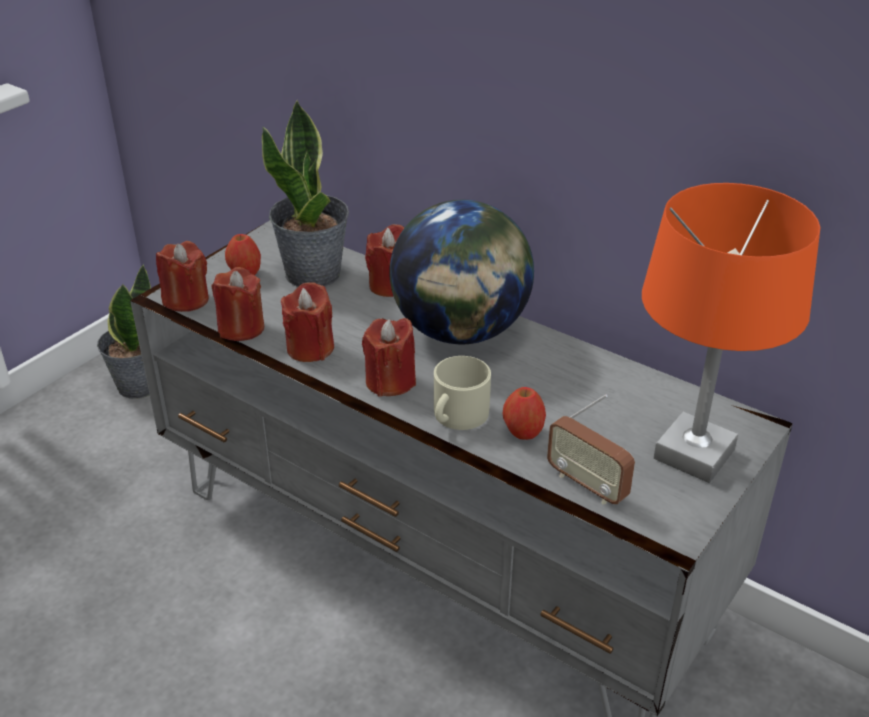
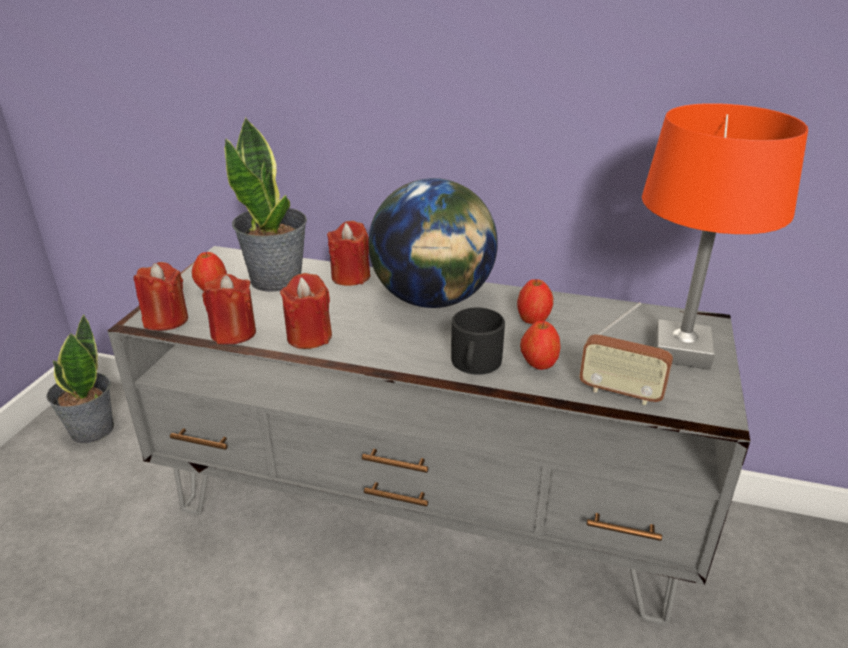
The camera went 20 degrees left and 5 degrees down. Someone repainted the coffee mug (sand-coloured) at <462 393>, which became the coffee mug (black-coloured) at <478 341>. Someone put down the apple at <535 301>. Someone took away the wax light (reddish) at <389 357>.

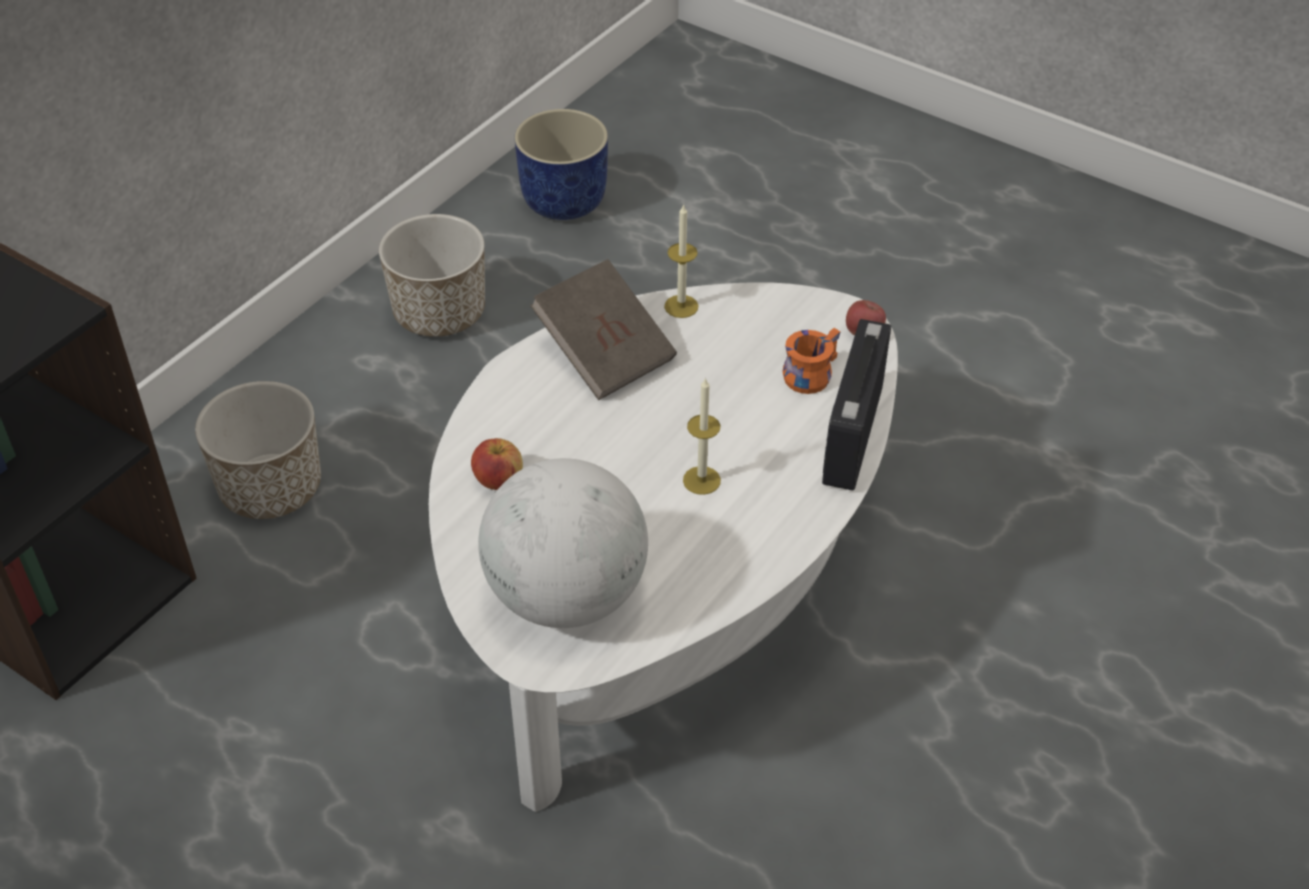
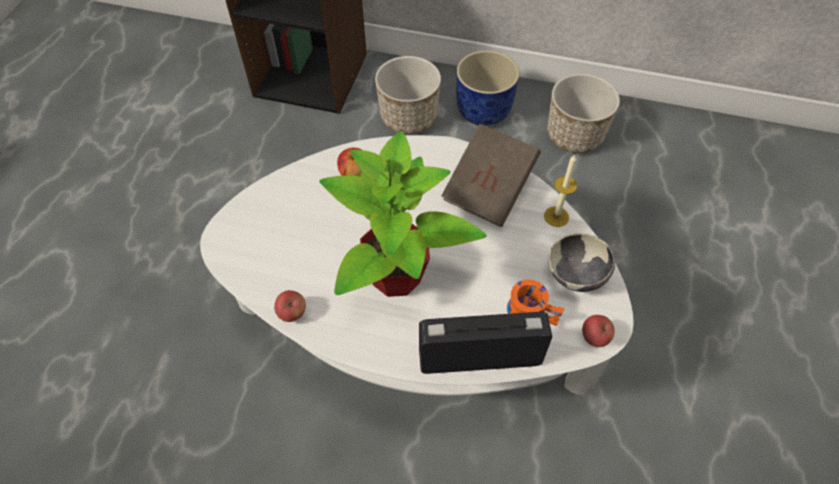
The camera went 70 degrees right and 10 degrees up. Someone put down the apple at <290 306>. Someone swapped the wax light at <702 436> for the plant in a pot at <403 214>. Someone carried the planter (blue-coloured) from <561 164> to <487 88>. Someone put down the bowl at <581 262>. Someone took away the globe at <563 543>.

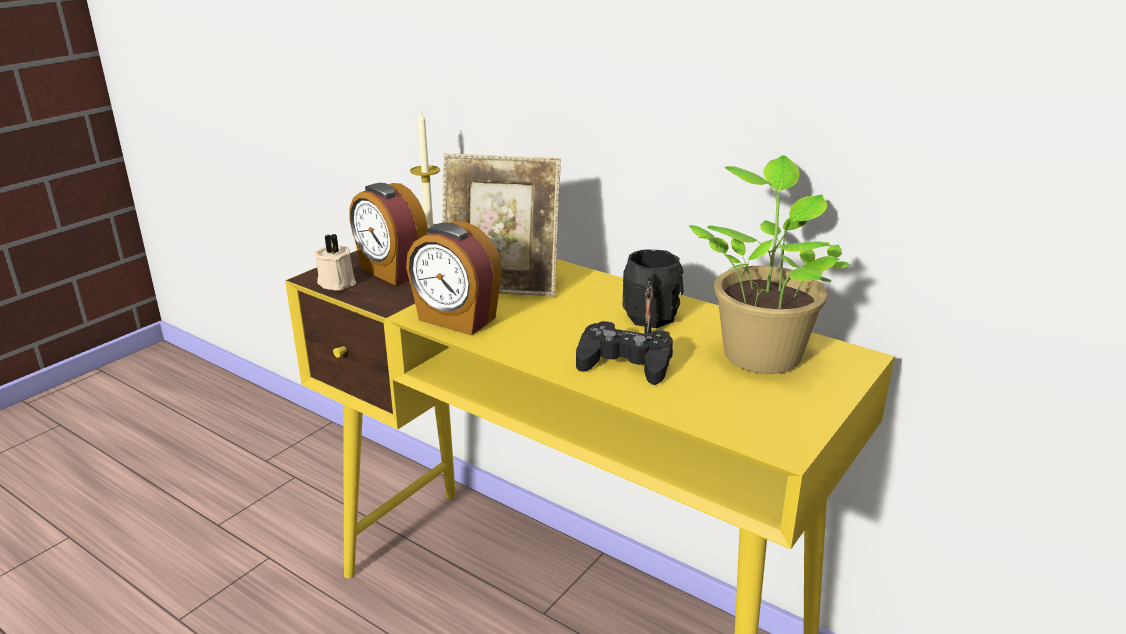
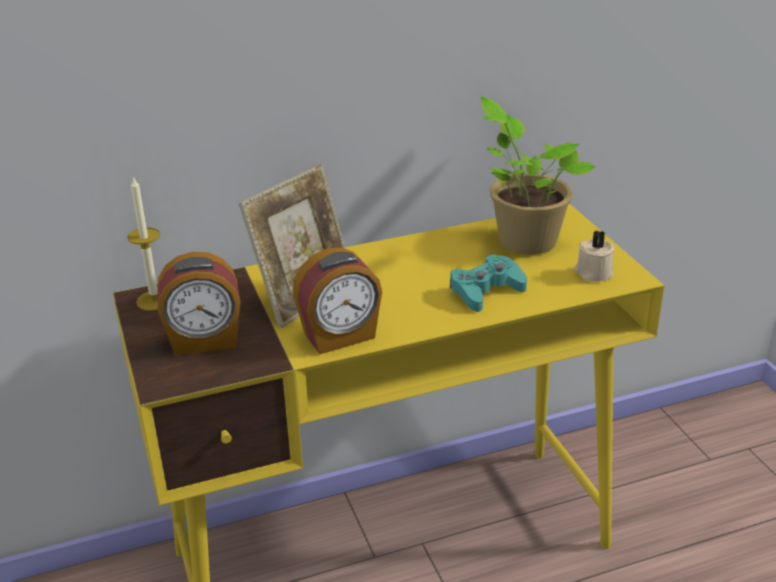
The camera went 55 degrees left and 5 degrees up. Someone repainted the joypad (black-coloured) at <624 353>, which became the joypad (turquoise) at <488 283>. Someone carried the wax light (sand-coloured) from <334 262> to <594 256>. Someone took away the coffee mug (black-coloured) at <653 291>.

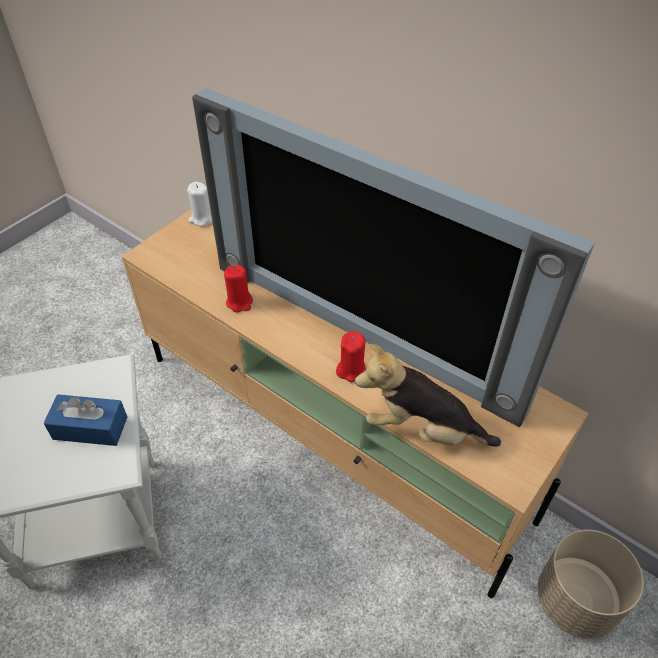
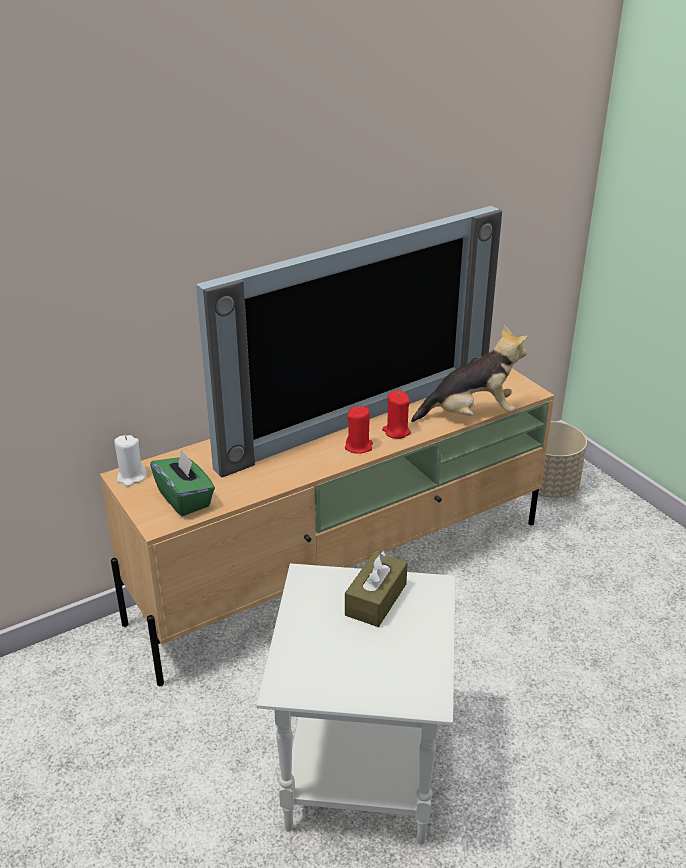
The camera went 70 degrees left and 15 degrees down. Someone put down the tissue box (greenish) at <182 482>. Someone carried the wax light (reddish) from <238 289> to <359 430>. Someone repainted the tissue box (blue-coloured) at <85 420>, which became the tissue box (brown) at <376 589>. Someone rotated the cuddly toy at <428 395> by 135 degrees counterclockwise.

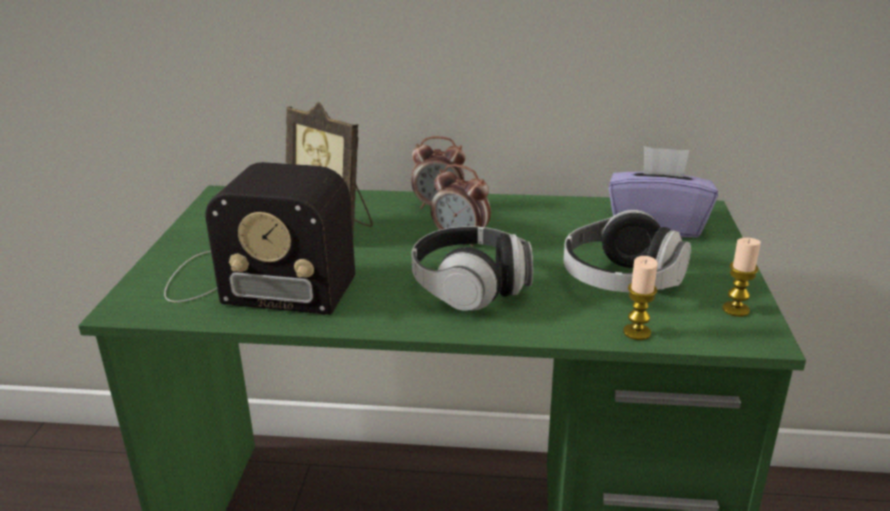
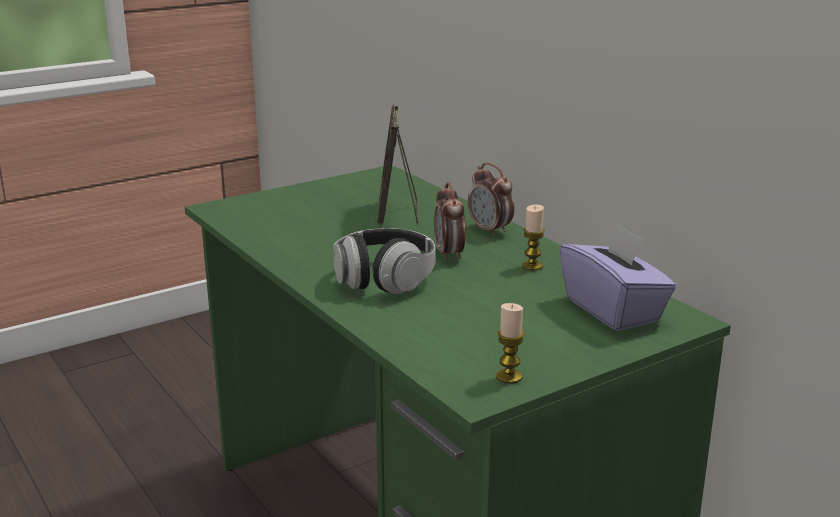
The camera went 50 degrees right and 5 degrees down. Someone carried the wax light from <640 298> to <533 237>. Someone took away the radio at <260 238>. Someone took away the pair of headphones at <627 251>.

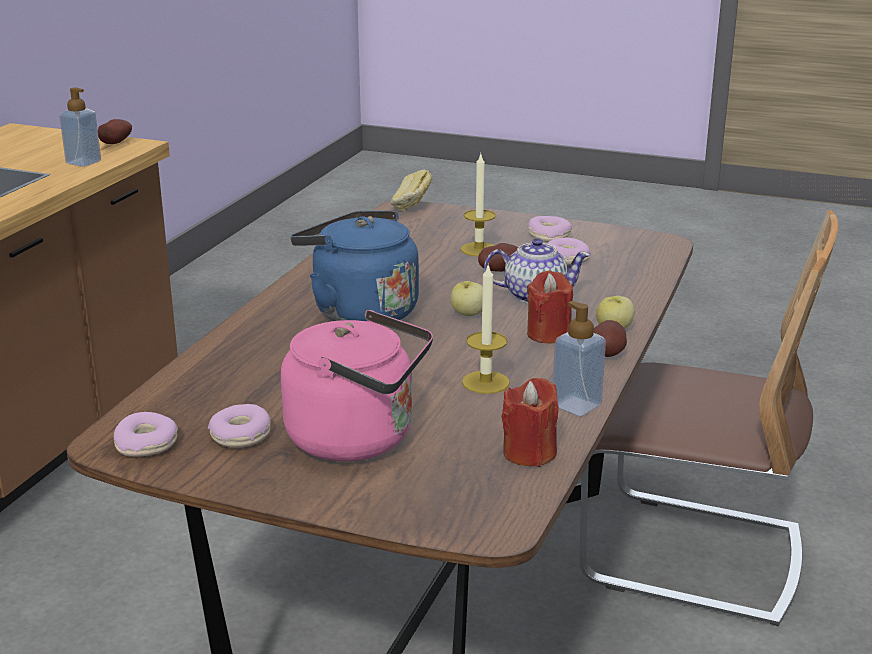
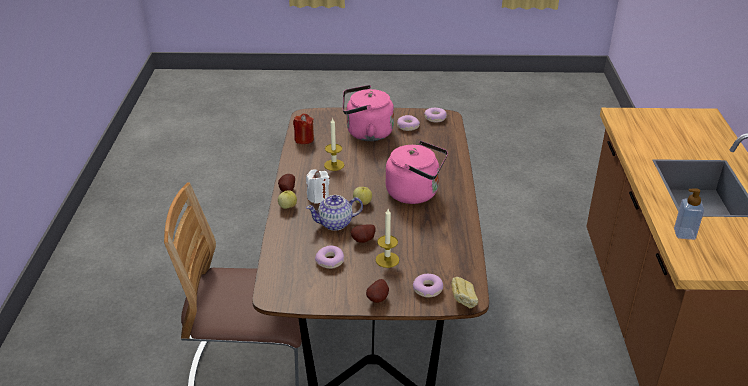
The camera went 160 degrees right and 10 degrees up. Someone repainted the wax light (reddish) at <550 307>, which became the wax light (white) at <318 186>. Someone carried the spud from <115 131> to <377 291>. Someone repainted the tea kettle (blue-coloured) at <355 266>, which became the tea kettle (pink-coloured) at <417 172>. Someone carried the donut from <549 229> to <428 286>. Someone took away the soap bottle at <579 358>.

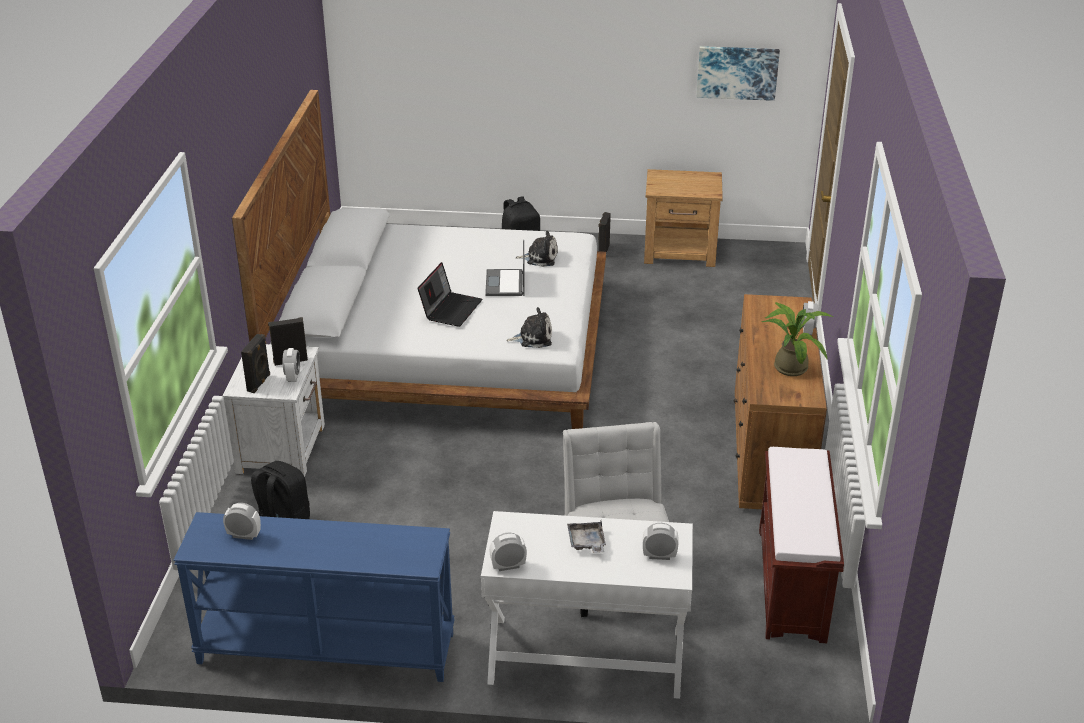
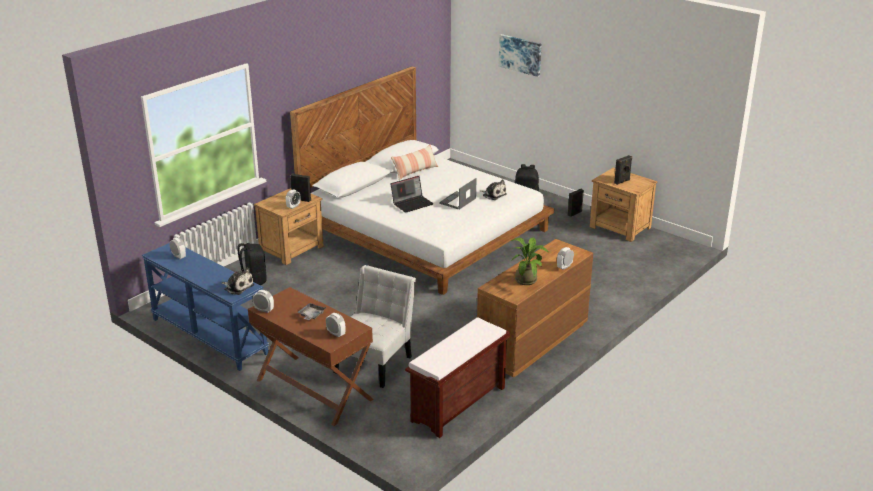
The camera went 35 degrees right and 5 degrees down. Someone carried the cuddly toy from <529 327> to <238 281>. Someone repainted the desk table (white) at <587 605>, which became the desk table (brown) at <310 356>. Someone repainted the bedside table (white) at <273 410>, which became the bedside table (brown) at <289 226>. Someone put down the throw pillow at <414 162>. Someone carried the picture from <738 73> to <520 55>. Someone carried the audio speaker (black-coloured) from <255 363> to <623 170>.

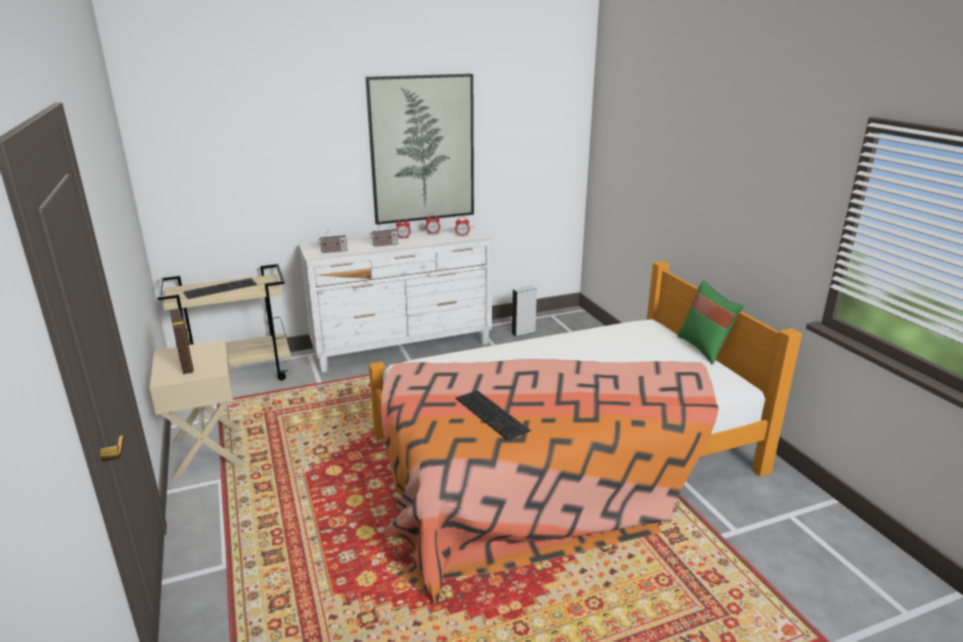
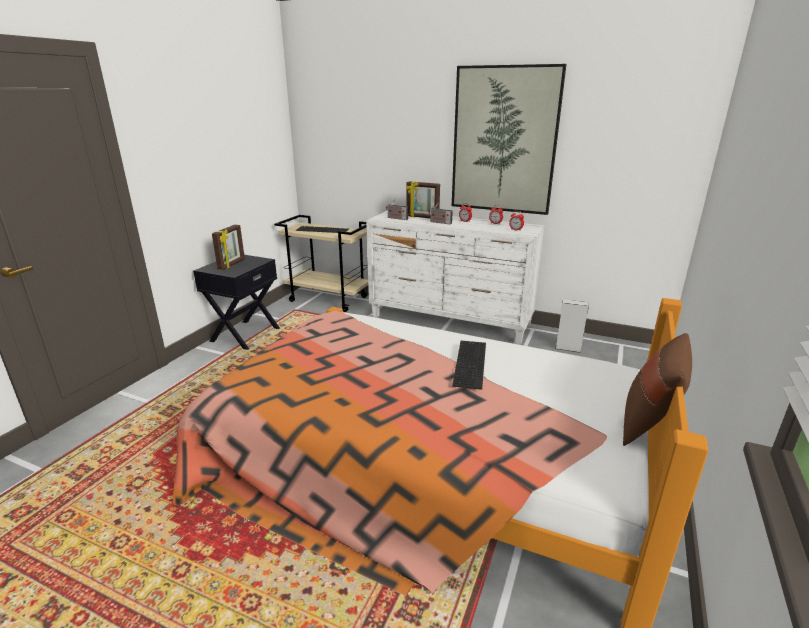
The camera went 45 degrees right and 0 degrees up. Someone repainted the bedside table (sand-coloured) at <196 409>, which became the bedside table (black-coloured) at <236 302>. Someone put down the standing frame at <423 199>. Someone carried the keyboard from <493 415> to <469 365>. Someone repainted the throw pillow (greenish) at <710 322>, which became the throw pillow (brown) at <657 389>.

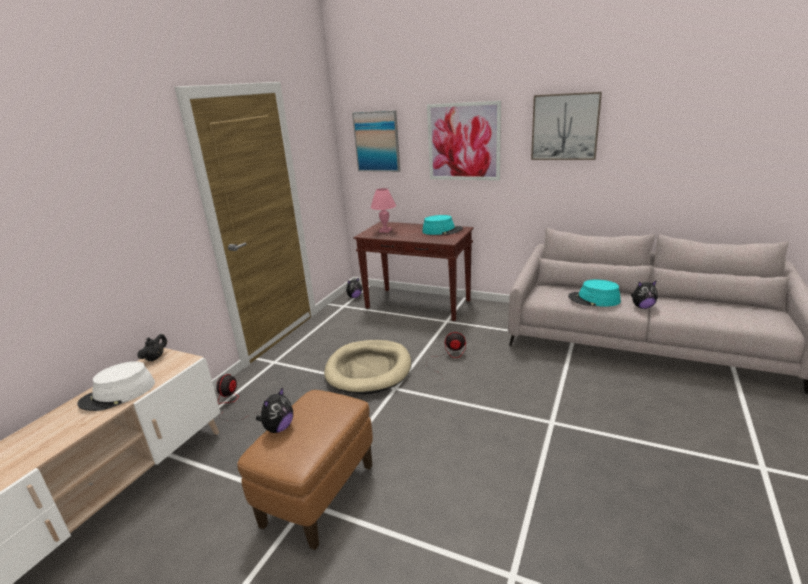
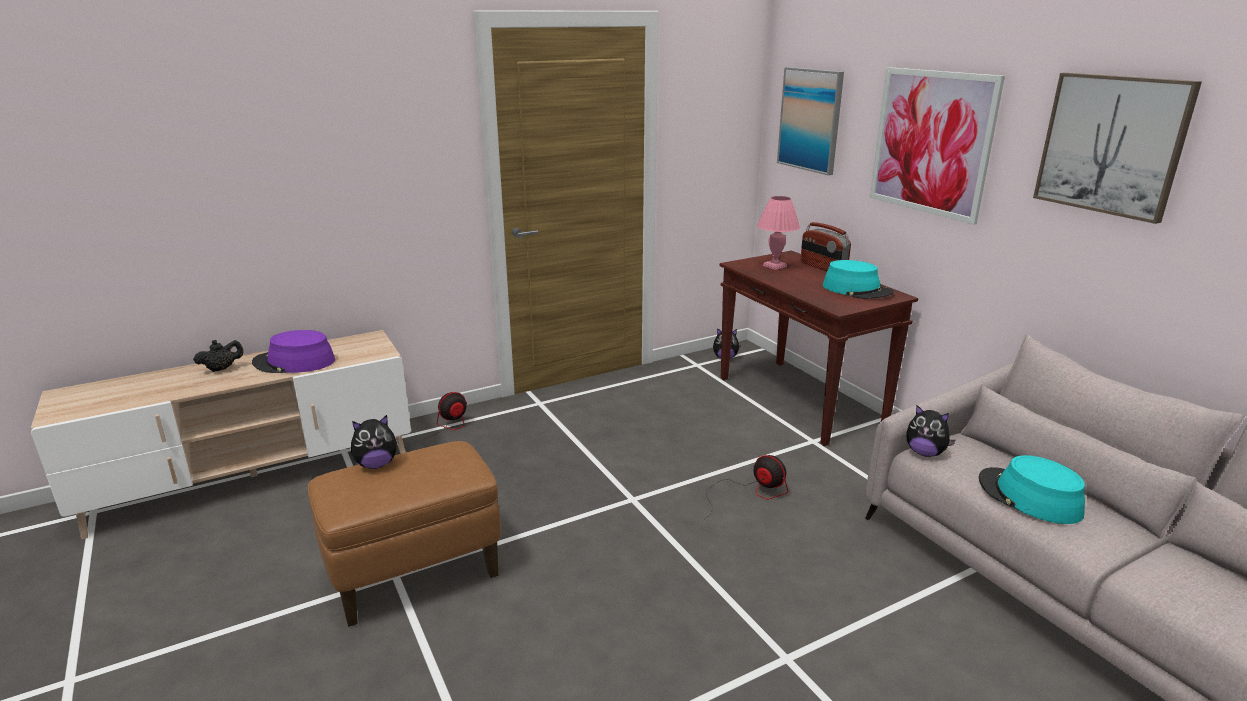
The camera went 35 degrees right and 0 degrees up. Someone carried the teapot (black-coloured) from <152 348> to <218 356>. Someone repainted the wearable hat (white) at <116 386>, which became the wearable hat (purple-coloured) at <293 351>. Someone put down the radio at <825 246>. Someone carried the cuddly toy from <644 294> to <931 431>. Someone took away the dog cushion (sand-coloured) at <367 367>.

